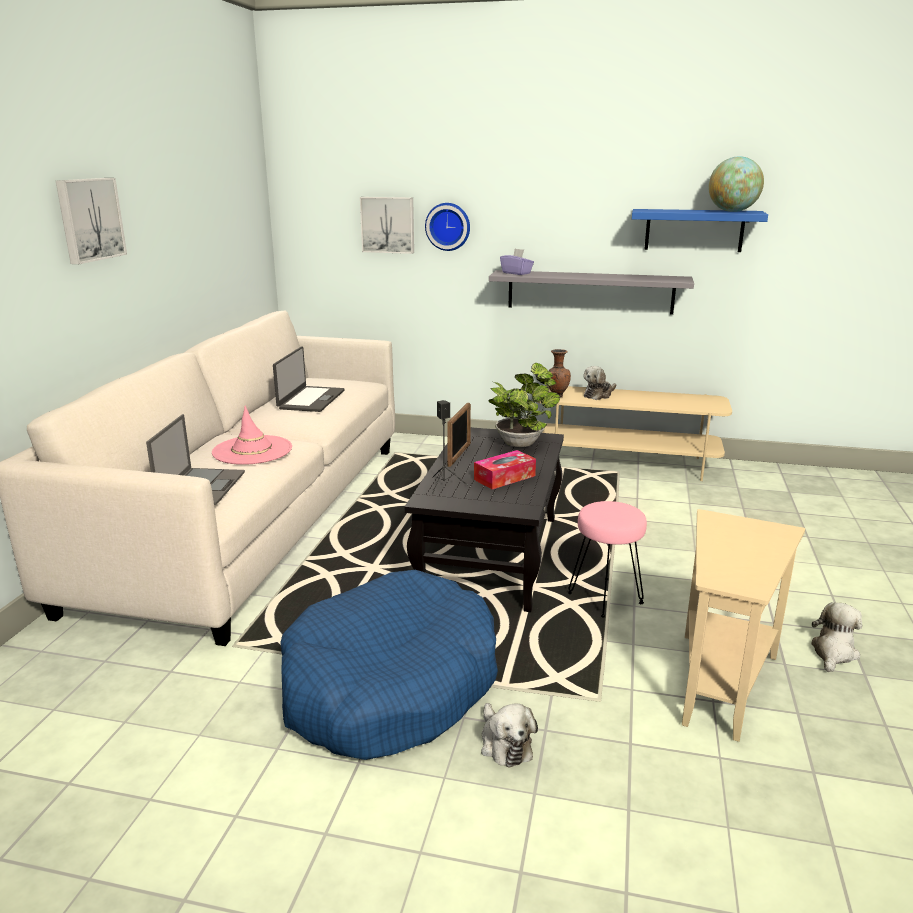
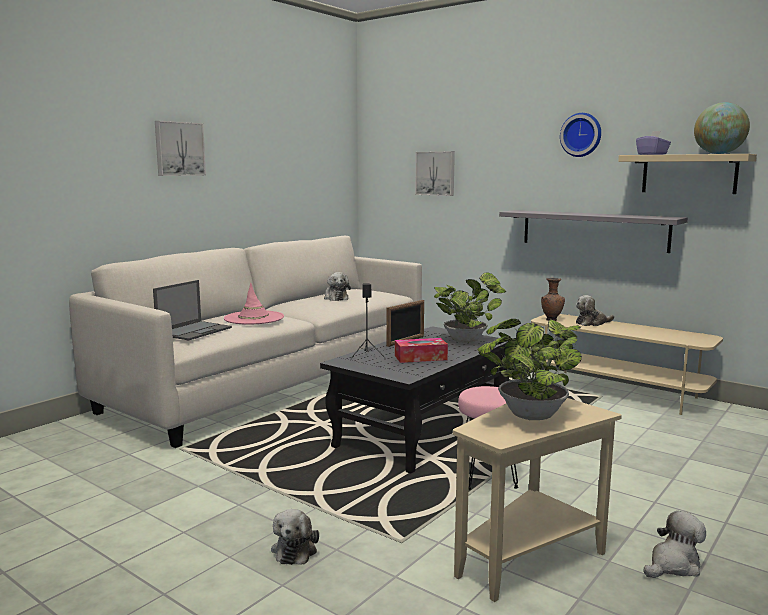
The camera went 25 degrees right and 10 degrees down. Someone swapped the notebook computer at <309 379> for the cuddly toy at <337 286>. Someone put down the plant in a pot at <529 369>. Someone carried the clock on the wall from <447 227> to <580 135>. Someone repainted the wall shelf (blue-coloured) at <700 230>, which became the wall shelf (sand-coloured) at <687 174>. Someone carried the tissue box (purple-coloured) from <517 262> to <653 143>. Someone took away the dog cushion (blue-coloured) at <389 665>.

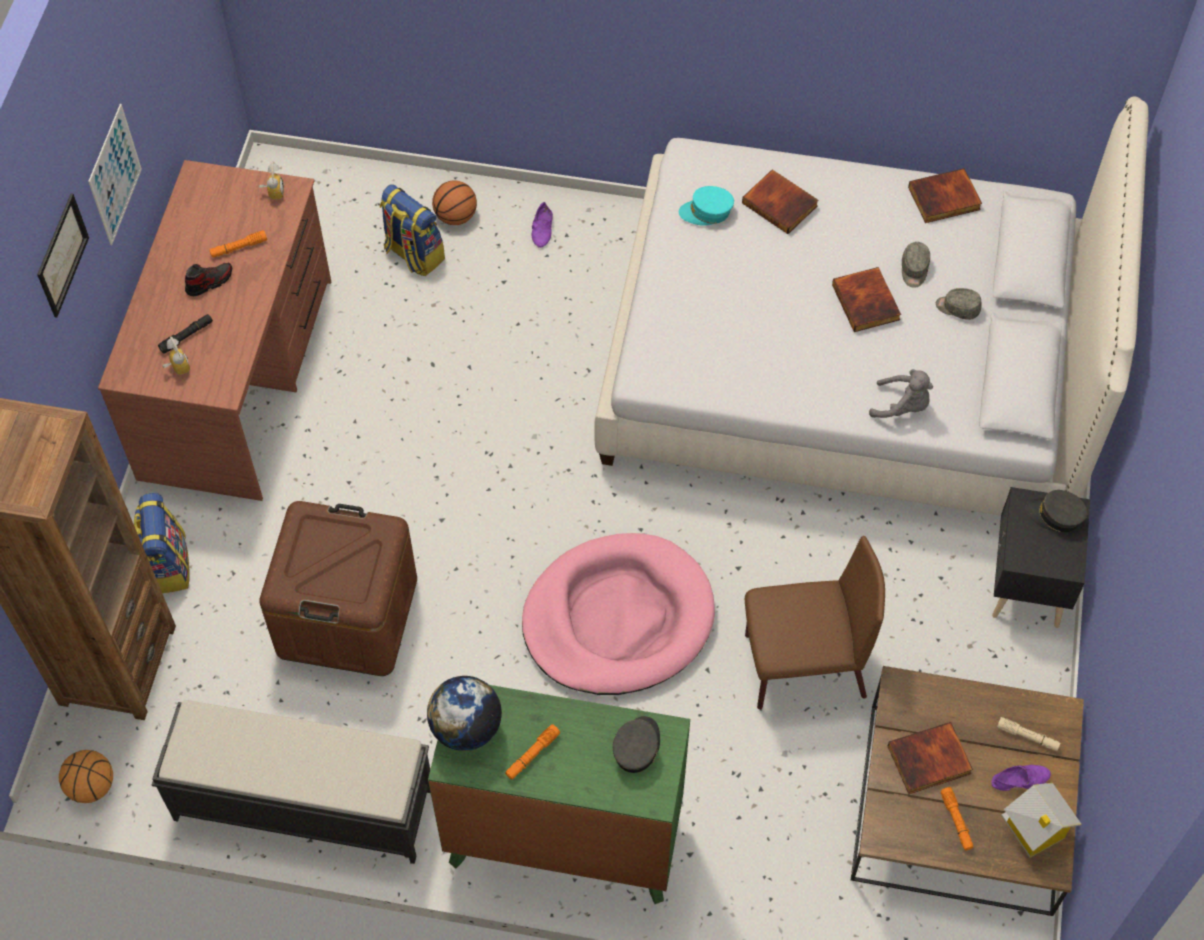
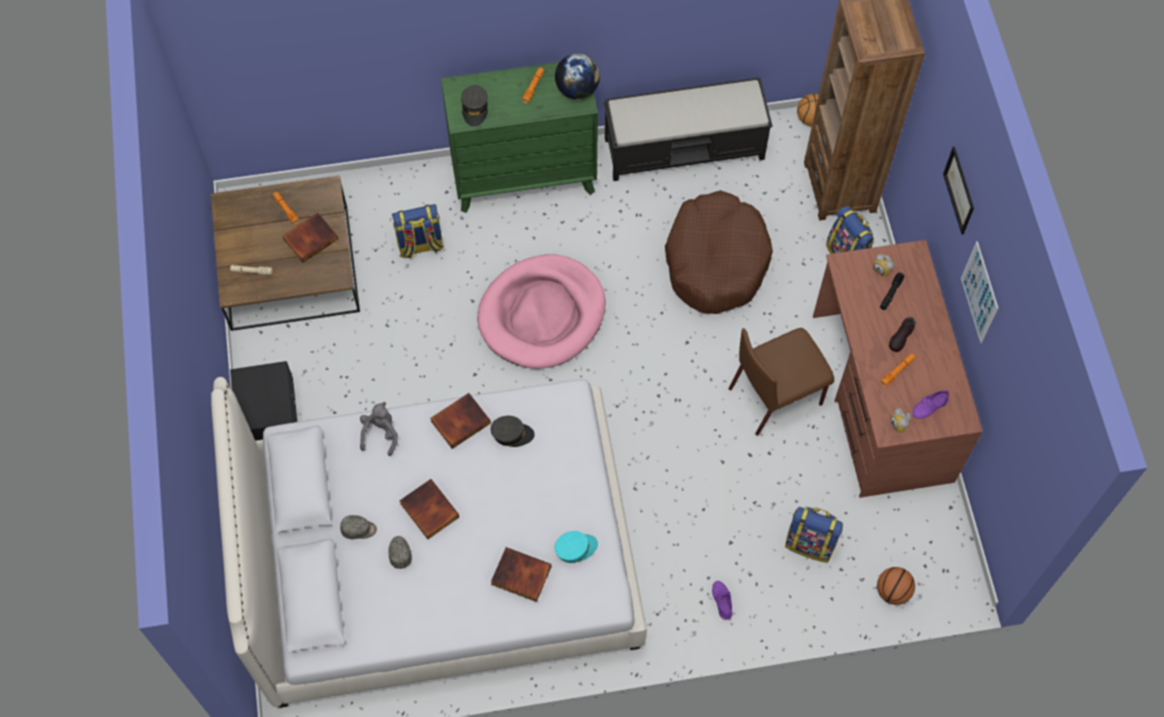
The camera went 160 degrees right and 5 degrees up. Someone rotated the cuddly toy (grey) at <901 393> by 105 degrees clockwise. Someone put down the rucksack at <418 231>. Someone carried the book from <945 195> to <460 421>. Someone carried the peaked cap (grey) from <1056 511> to <513 431>. Someone swapped the storage bin (brown) at <338 588> for the dog cushion (brown) at <719 252>. Someone carried the chair (brown) from <815 623> to <781 382>. Someone carried the basketball ball from <454 202> to <896 586>. Someone carried the shoe (purple-coloured) from <1021 778> to <930 404>. Someone took away the miniature house at <1041 820>.

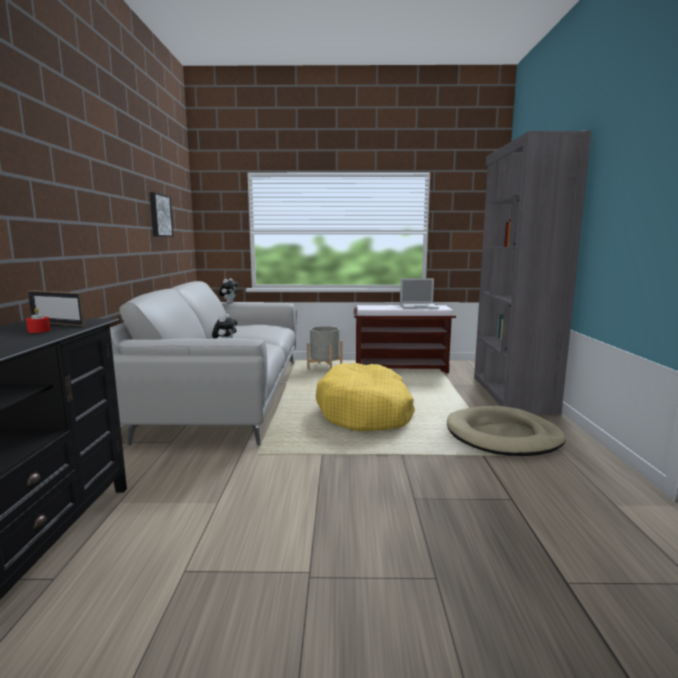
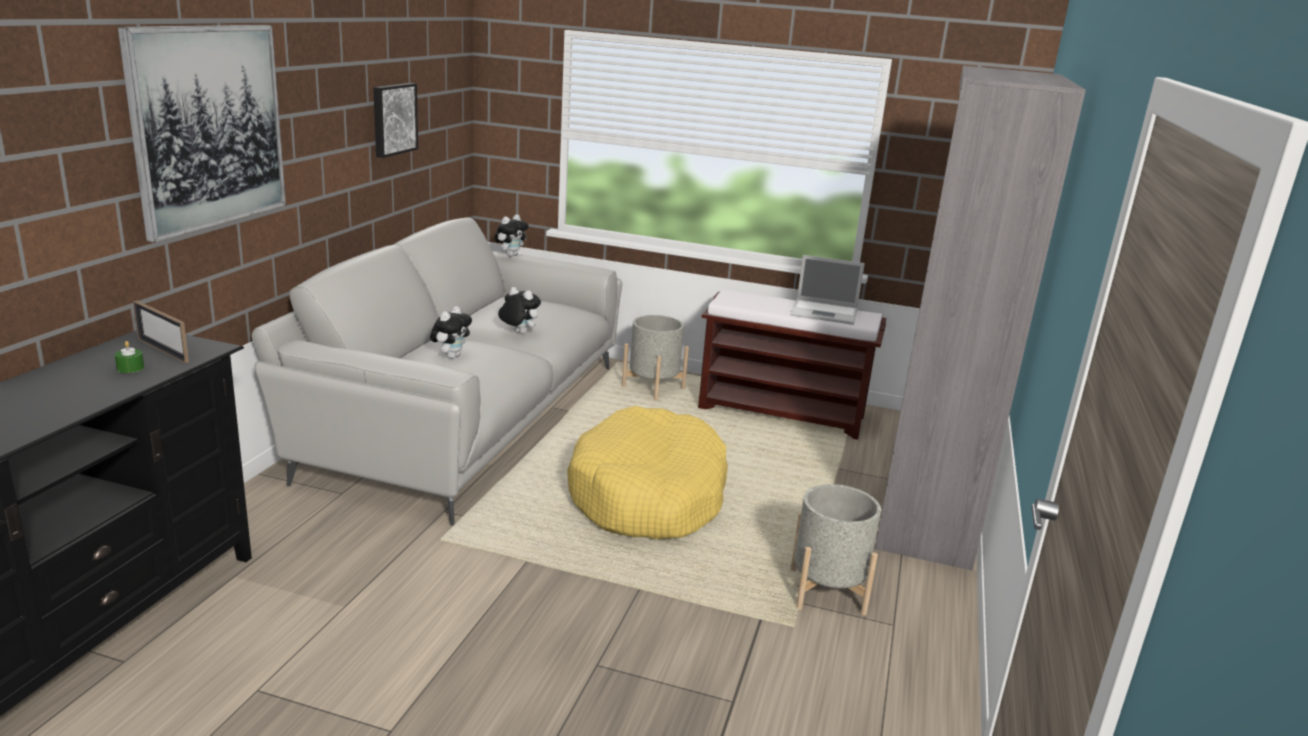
The camera went 15 degrees right and 10 degrees up. Someone repainted the wax light (reddish) at <38 320>, which became the wax light (greenish) at <129 357>. Someone put up the picture at <202 134>. Someone put down the cuddly toy at <519 310>. Someone swapped the dog cushion (sand-coloured) at <506 431> for the planter (grey) at <836 550>.

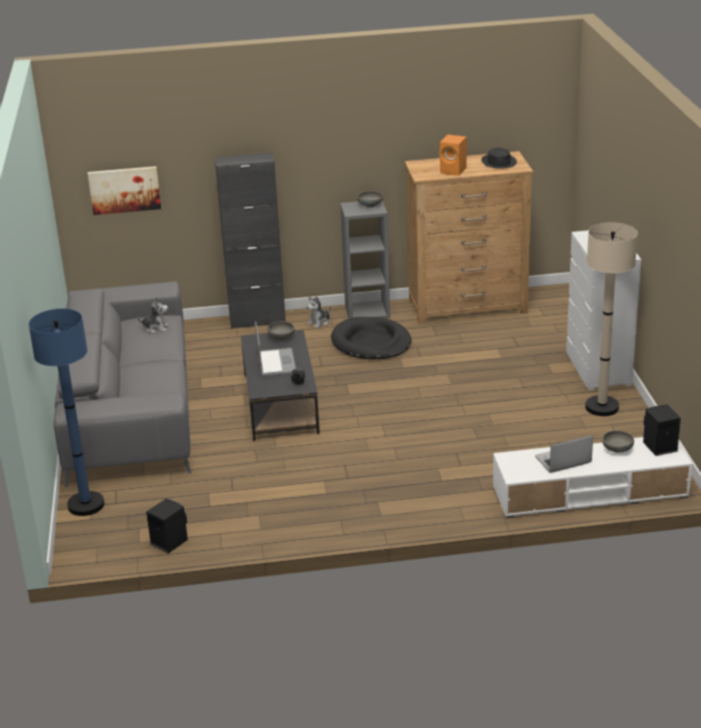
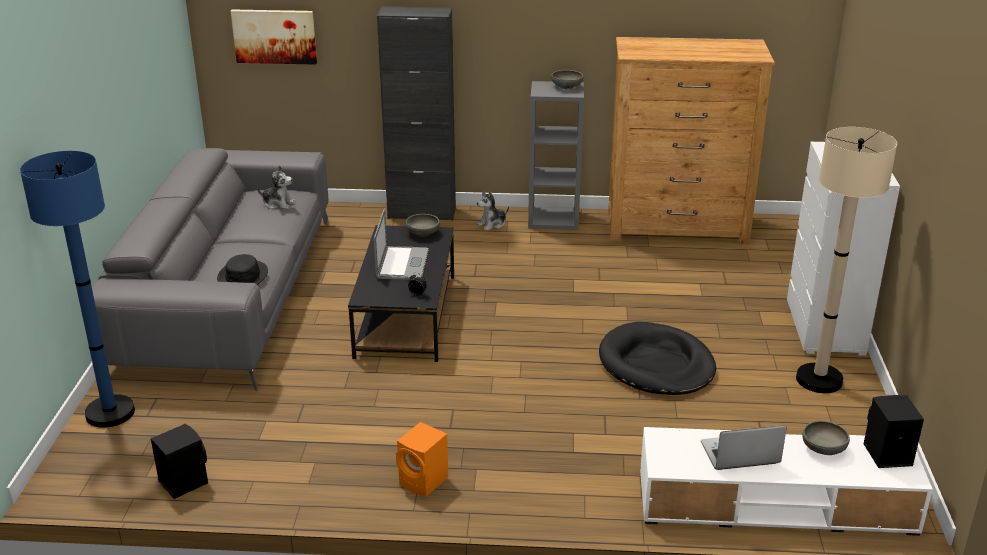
The camera went 10 degrees right and 0 degrees up. Someone carried the wearable hat (black-coloured) from <499 158> to <242 269>. Someone carried the audio speaker (orange-coloured) from <453 155> to <422 459>. Someone carried the dog cushion (black-coloured) from <371 338> to <657 358>.

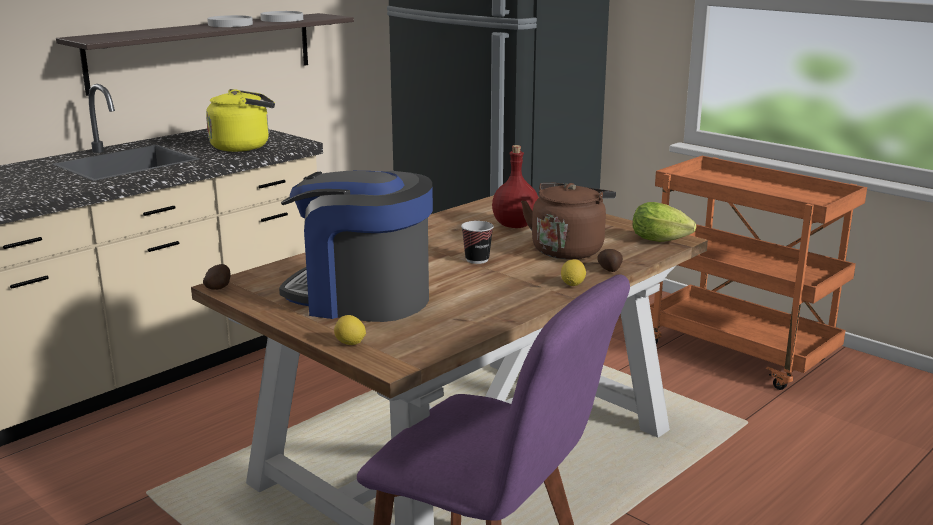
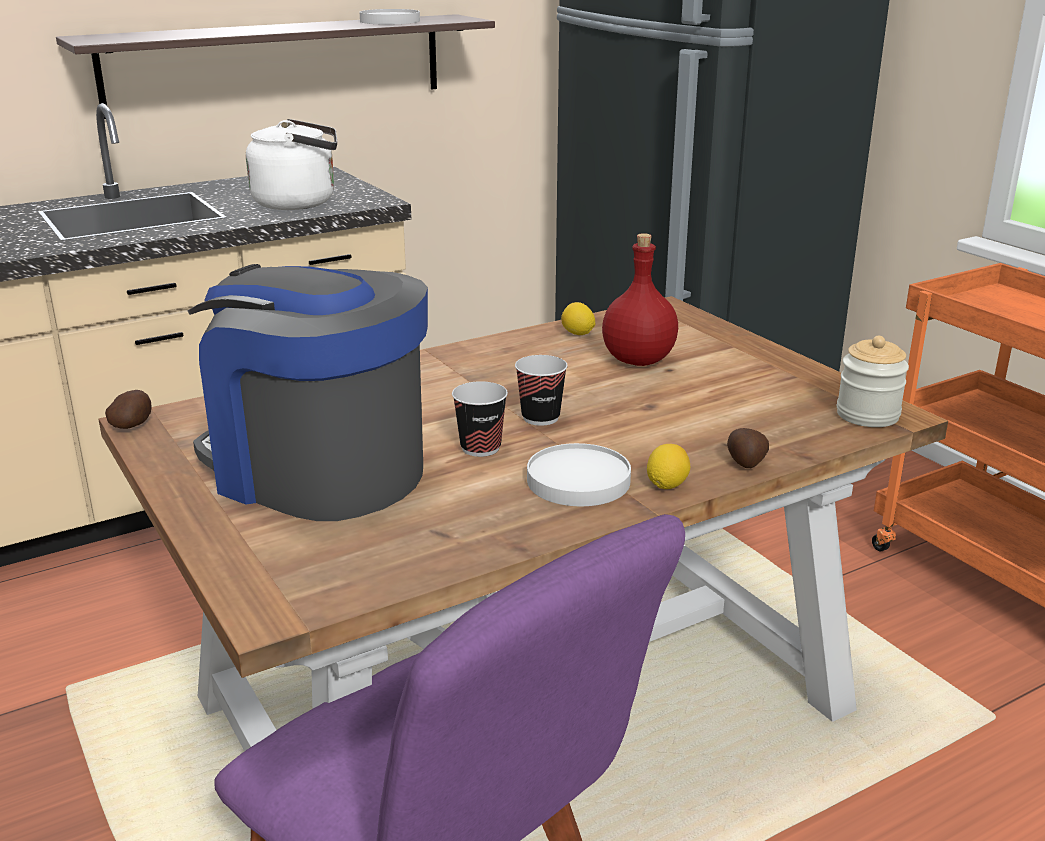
The camera went 15 degrees right and 5 degrees up. Someone repainted the tea kettle (yellow) at <240 120>, which became the tea kettle (white) at <291 164>. Someone put down the cup at <480 419>. Someone carried the plate (white) from <230 21> to <579 474>. Someone carried the citrus fruit from <350 330> to <578 318>. Someone swapped the lettuce at <664 222> for the jar at <873 381>. Someone took away the tea kettle (brown) at <568 221>.

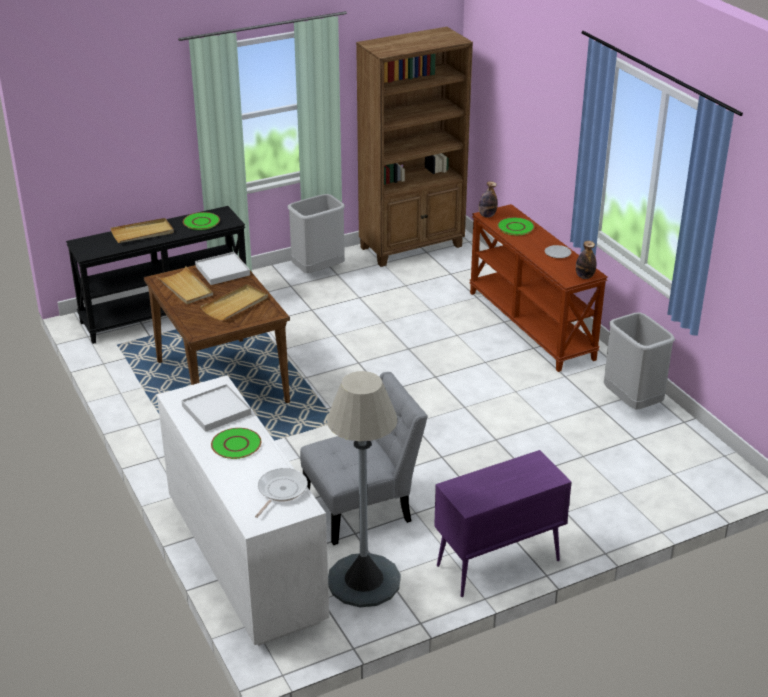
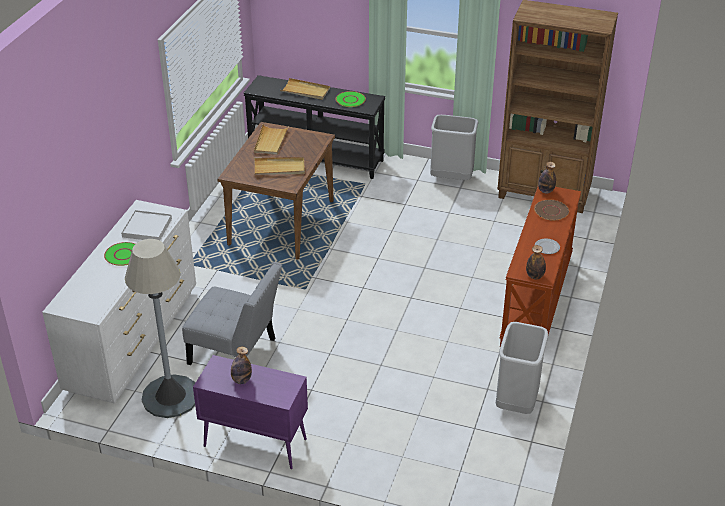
The camera went 45 degrees right and 5 degrees up. Someone put down the drink bottle at <241 365>. Someone repainted the plate (greenish) at <516 226>, which became the plate (brown) at <551 210>. Someone took away the serving tray (white) at <222 268>. Someone took away the frying pan at <281 493>.

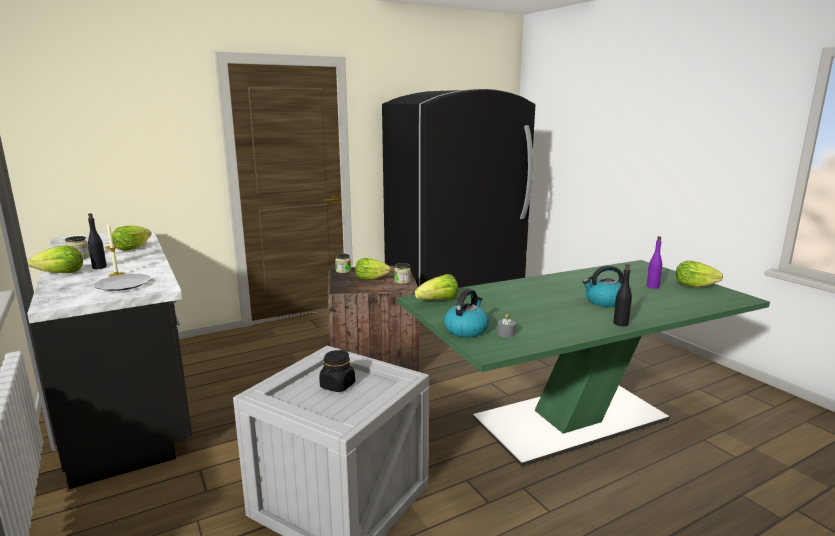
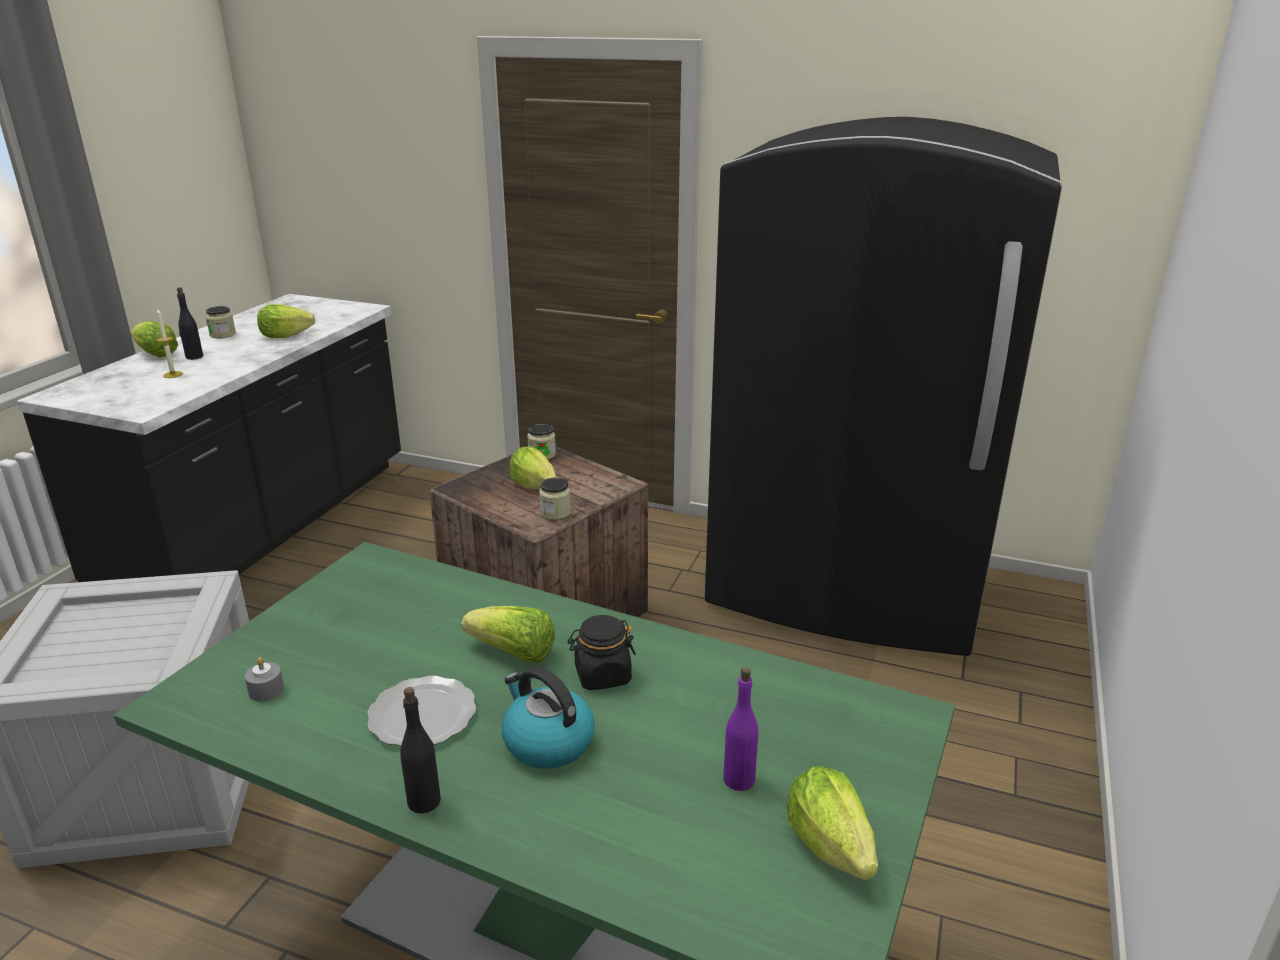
The camera went 50 degrees right and 10 degrees up. Someone carried the plate from <123 282> to <421 711>. Someone carried the lettuce from <436 287> to <508 634>. Someone carried the jar (black-coloured) from <337 371> to <602 652>. Someone took away the tea kettle at <466 313>.

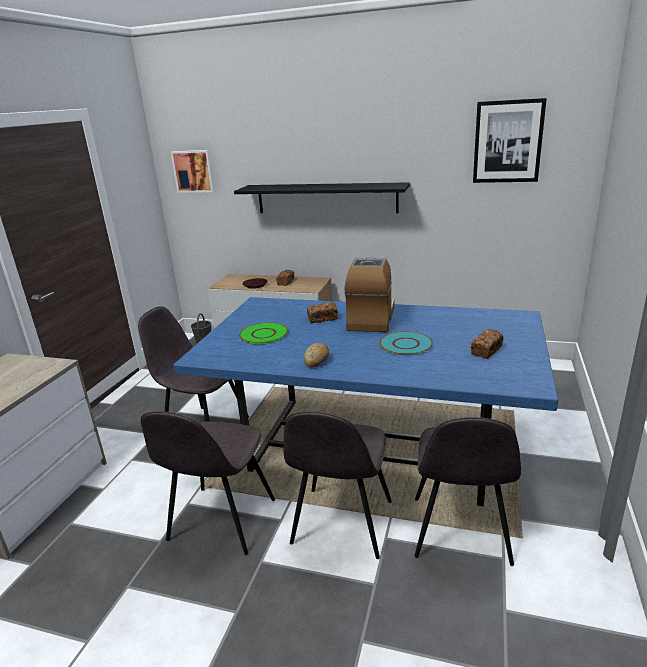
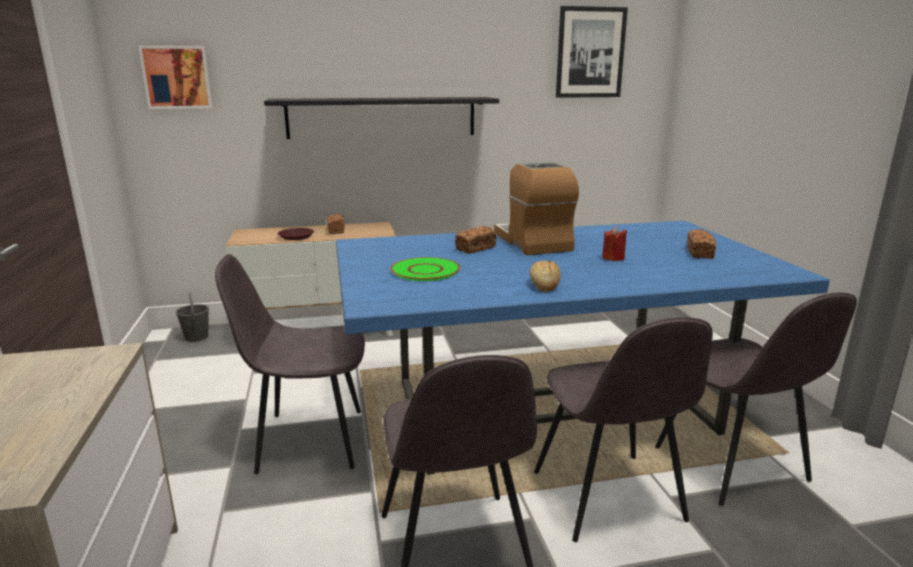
The camera went 30 degrees left and 5 degrees down. Someone swapped the plate (turquoise) at <406 343> for the wax light (reddish) at <614 244>.

